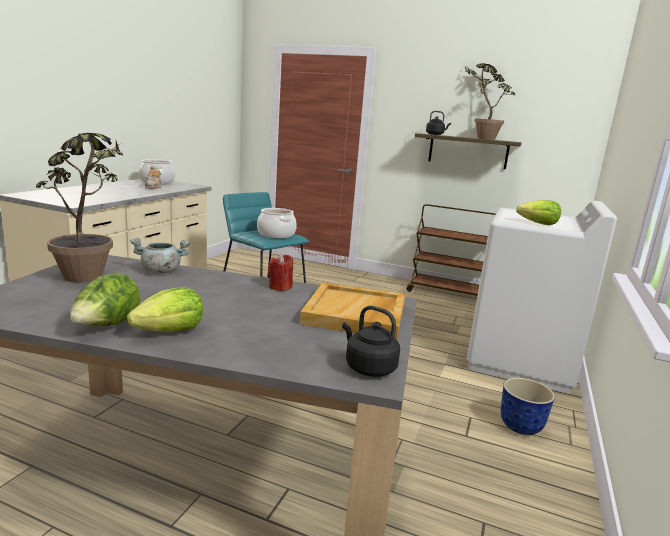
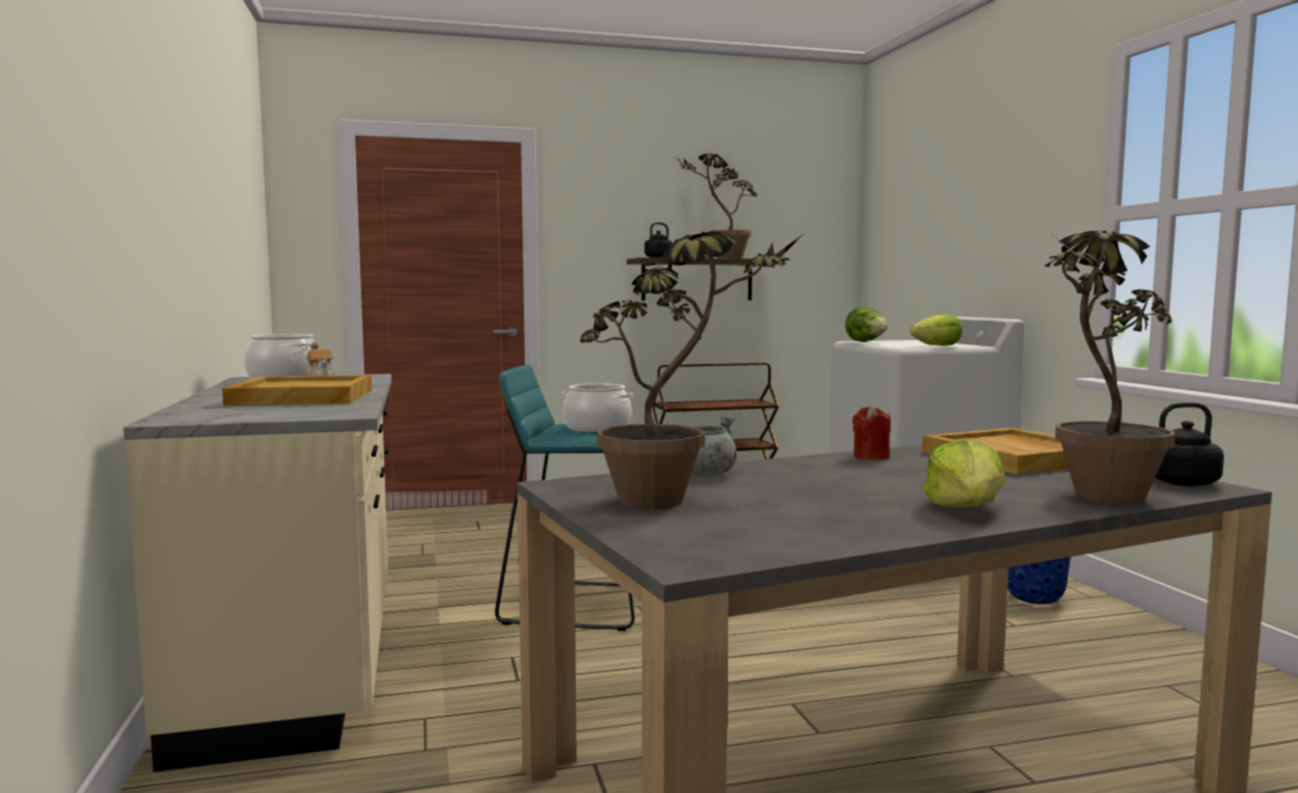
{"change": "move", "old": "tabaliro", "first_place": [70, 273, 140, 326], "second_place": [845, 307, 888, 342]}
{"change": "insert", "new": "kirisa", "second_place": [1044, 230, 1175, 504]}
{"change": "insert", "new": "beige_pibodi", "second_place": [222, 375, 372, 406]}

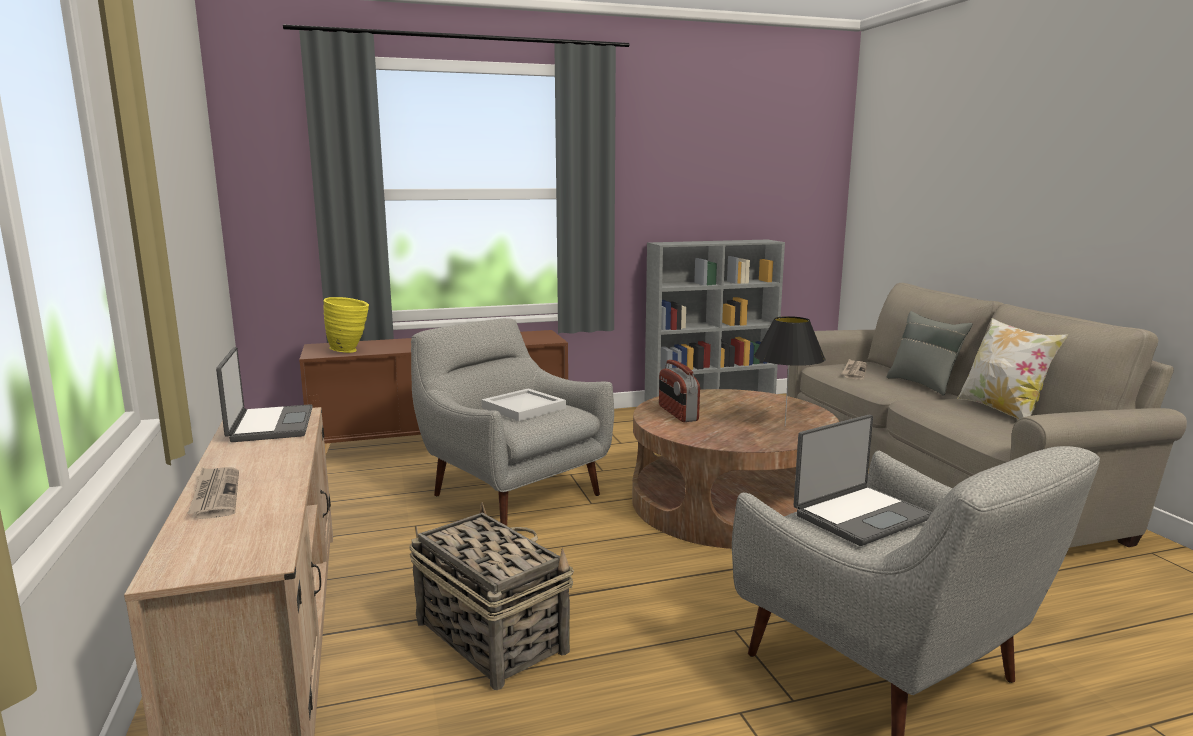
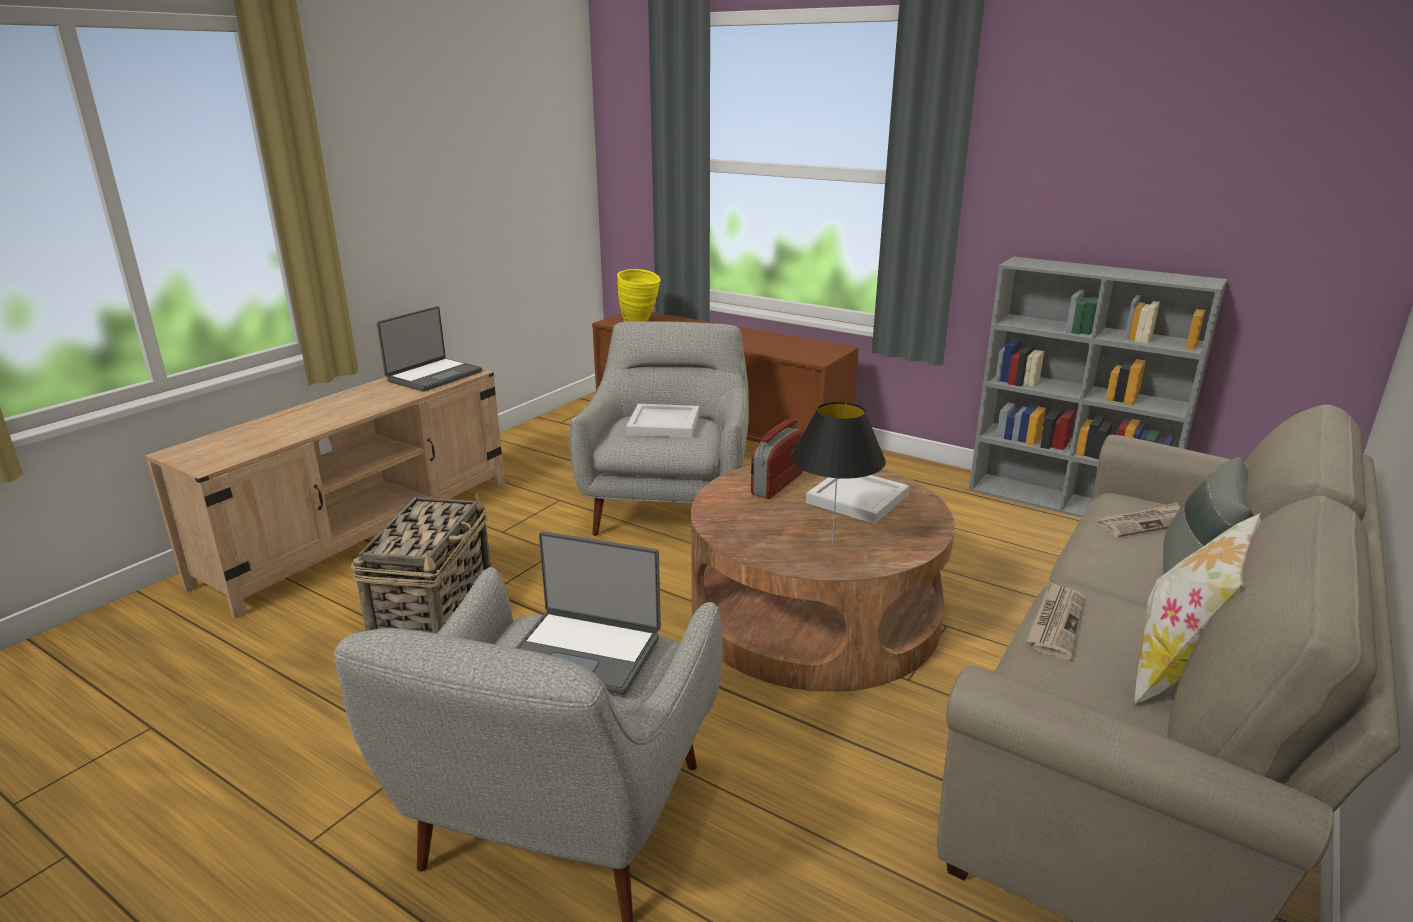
{"change": "move", "old": "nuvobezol", "first_place": [187, 467, 239, 519], "second_place": [1026, 581, 1085, 660]}
{"change": "insert", "new": "white_pibodi", "second_place": [806, 475, 910, 524]}

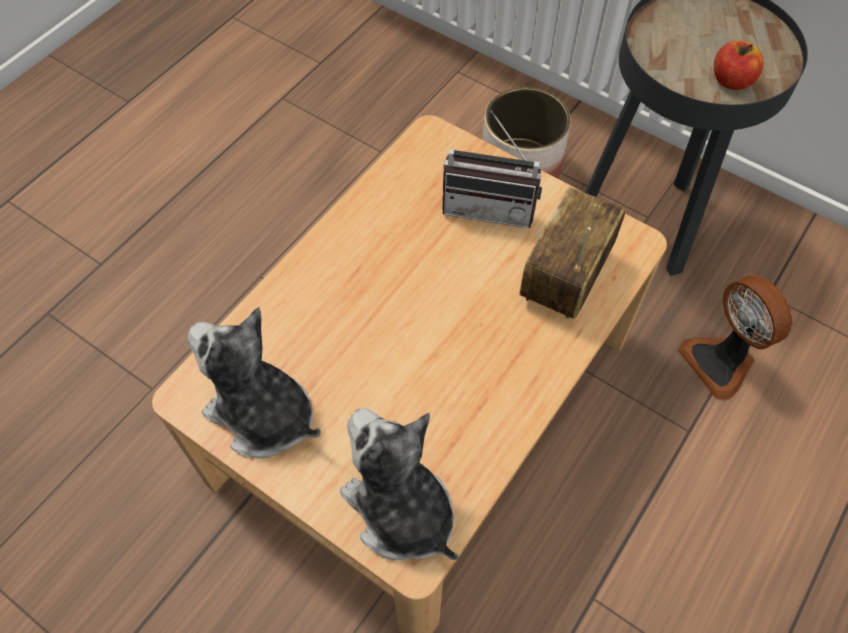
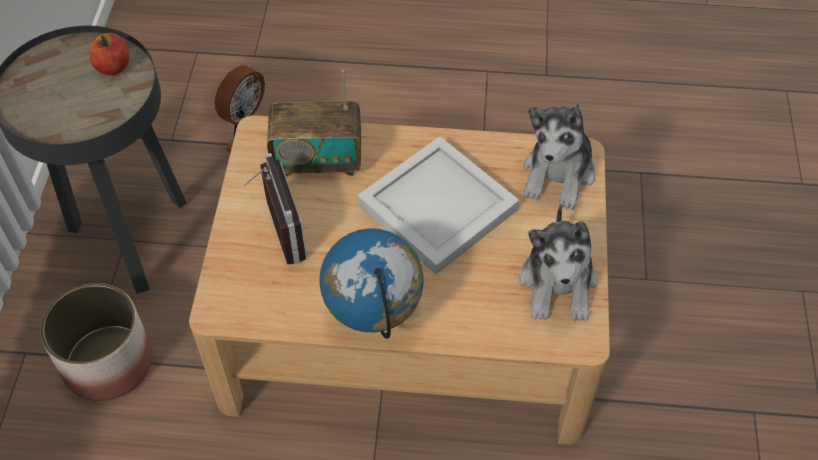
{"change": "insert", "new": "white_pibodi", "second_place": [357, 136, 519, 274]}
{"change": "insert", "new": "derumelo", "second_place": [319, 228, 423, 339]}

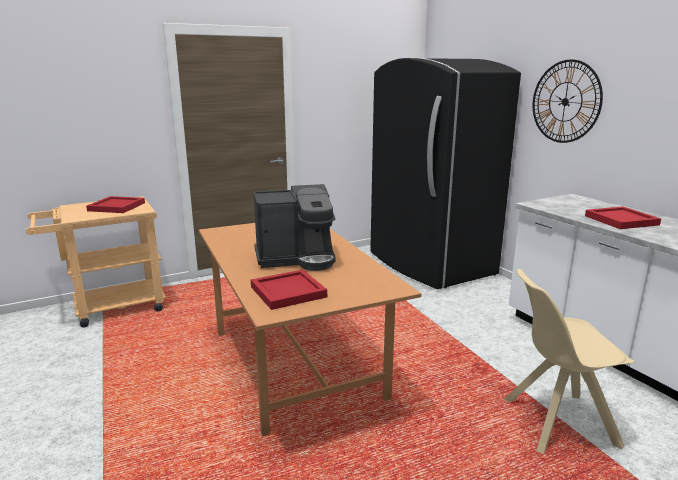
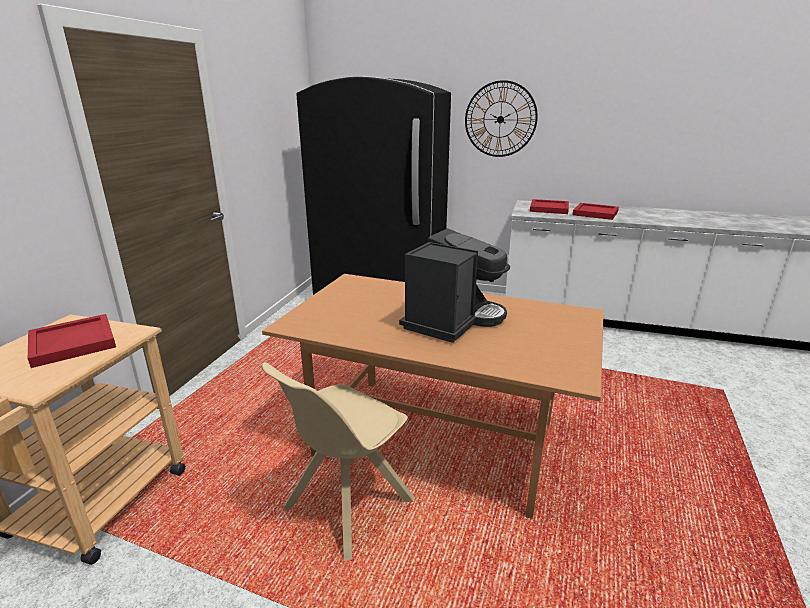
{"change": "move", "old": "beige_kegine", "first_place": [504, 269, 635, 454], "second_place": [262, 362, 414, 561]}
{"change": "move", "old": "red_pibodi", "first_place": [251, 270, 327, 310], "second_place": [530, 199, 569, 214]}

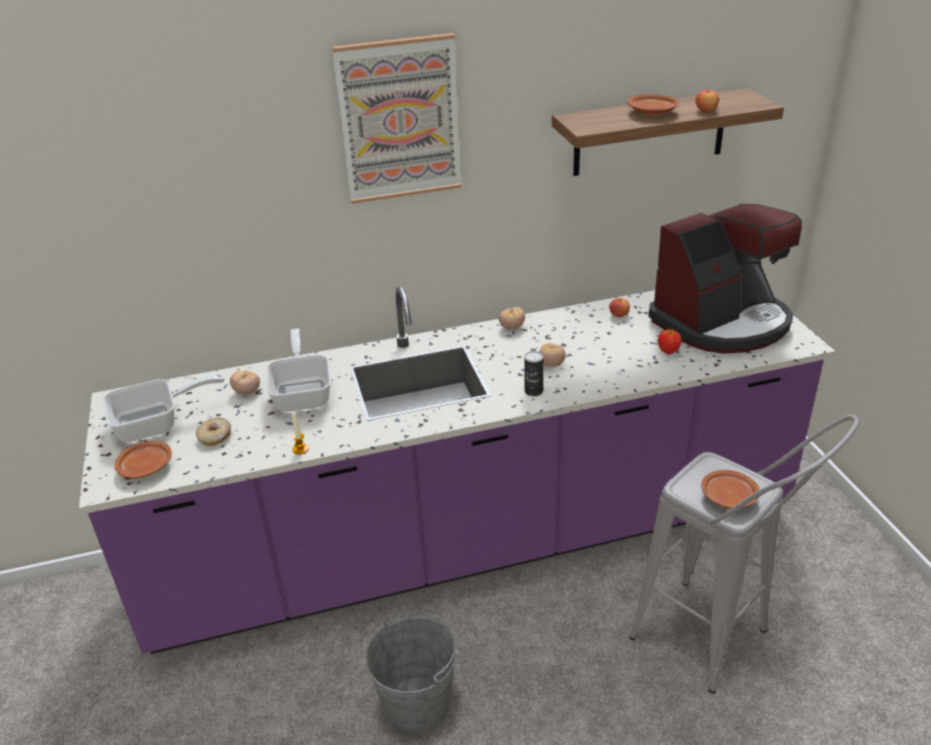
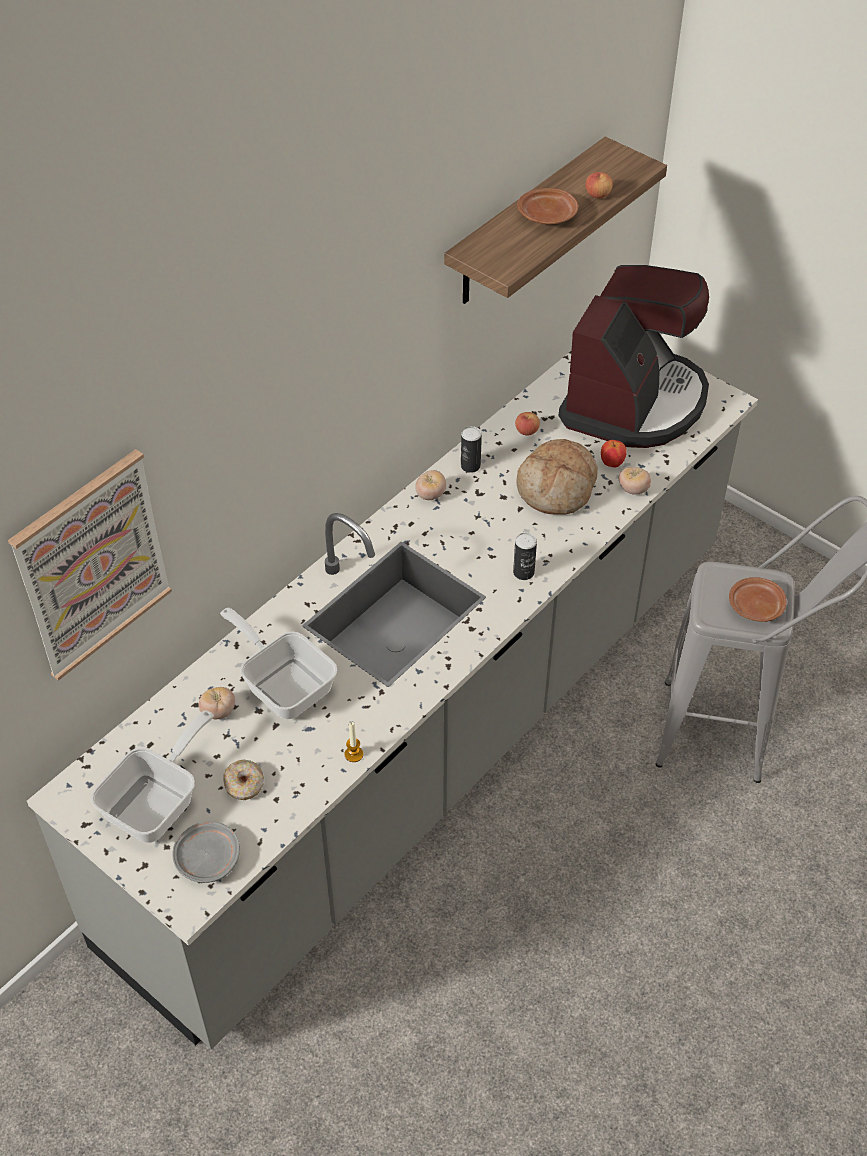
{"change": "move", "old": "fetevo", "first_place": [332, 33, 462, 204], "second_place": [8, 449, 172, 681]}
{"change": "recolor", "old": "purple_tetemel", "new": "grey_tetemel", "first_place": [79, 286, 835, 654], "second_place": [27, 350, 758, 1050]}
{"change": "move", "old": "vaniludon", "first_place": [539, 343, 566, 367], "second_place": [619, 467, 651, 495]}
{"change": "recolor", "old": "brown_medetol", "new": "grey_medetol", "first_place": [115, 441, 172, 479], "second_place": [172, 821, 240, 883]}
{"change": "delete", "old": "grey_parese", "first_place": [365, 616, 457, 734]}
{"change": "insert", "new": "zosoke", "second_place": [461, 426, 482, 473]}
{"change": "insert", "new": "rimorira", "second_place": [516, 439, 598, 514]}

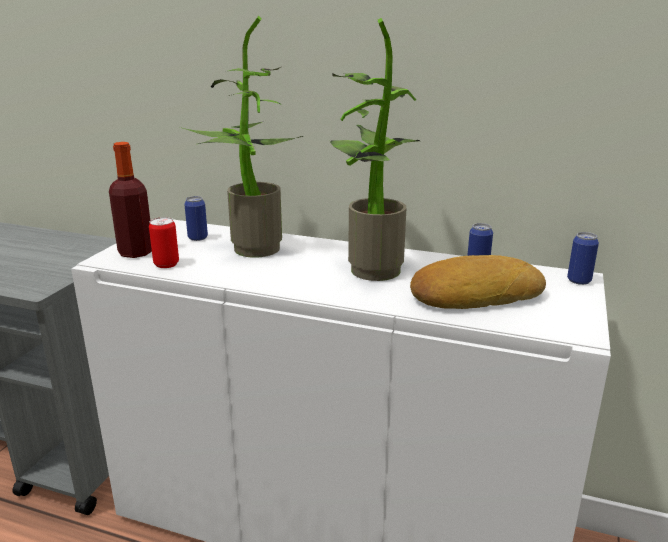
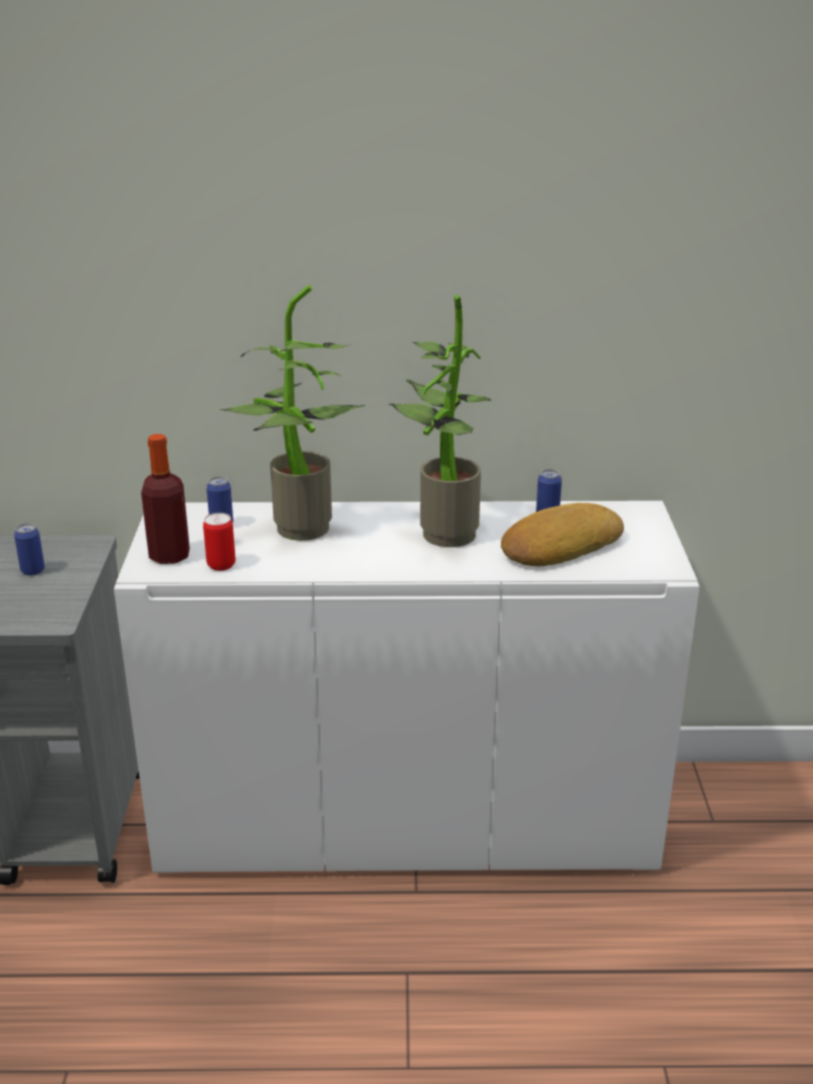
{"change": "move", "old": "zosoke", "first_place": [567, 232, 599, 285], "second_place": [14, 523, 45, 576]}

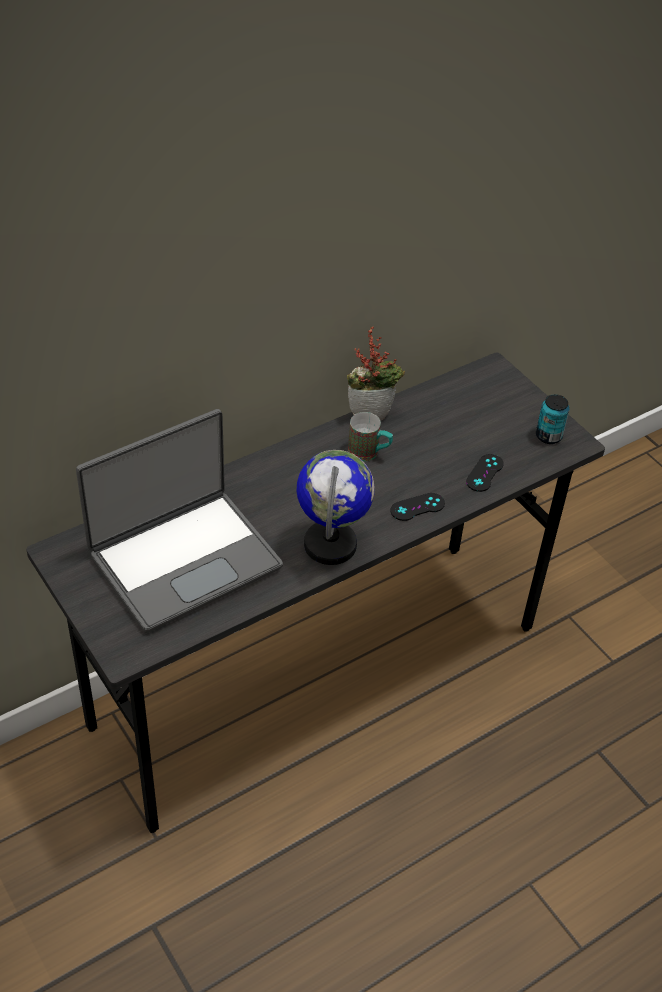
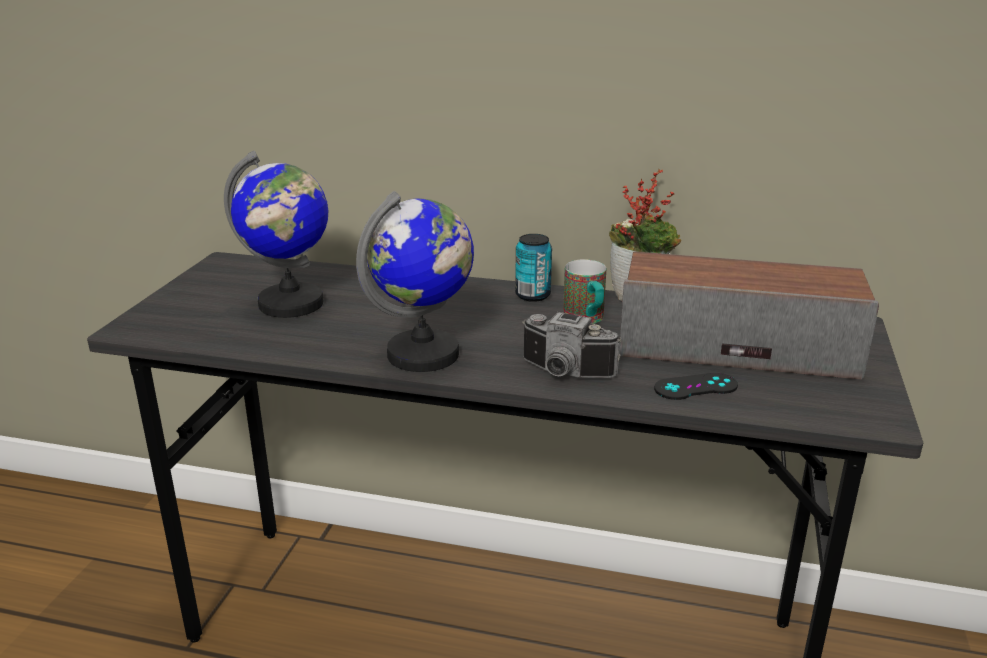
{"change": "move", "old": "zosoke", "first_place": [536, 394, 570, 444], "second_place": [515, 234, 552, 302]}
{"change": "replace", "old": "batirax", "new": "derumelo", "first_place": [76, 409, 283, 633], "second_place": [224, 150, 328, 318]}
{"change": "replace", "old": "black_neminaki", "new": "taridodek", "first_place": [390, 493, 445, 521], "second_place": [522, 312, 622, 378]}
{"change": "insert", "new": "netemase", "second_place": [620, 252, 879, 379]}

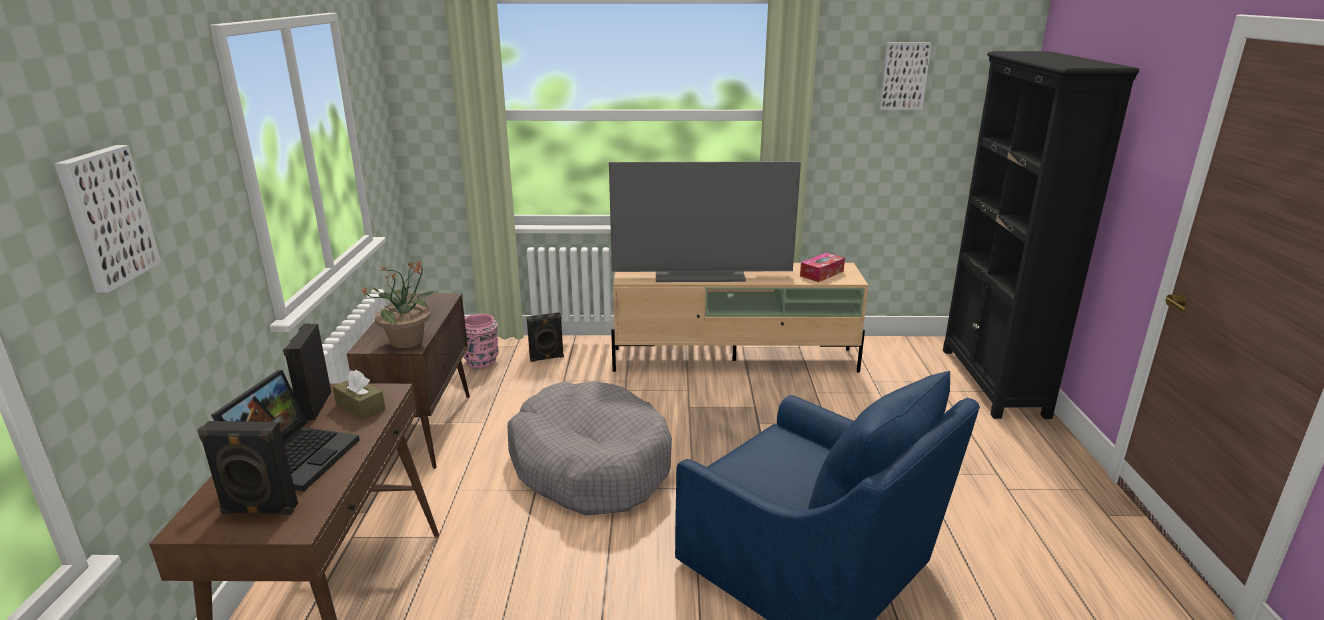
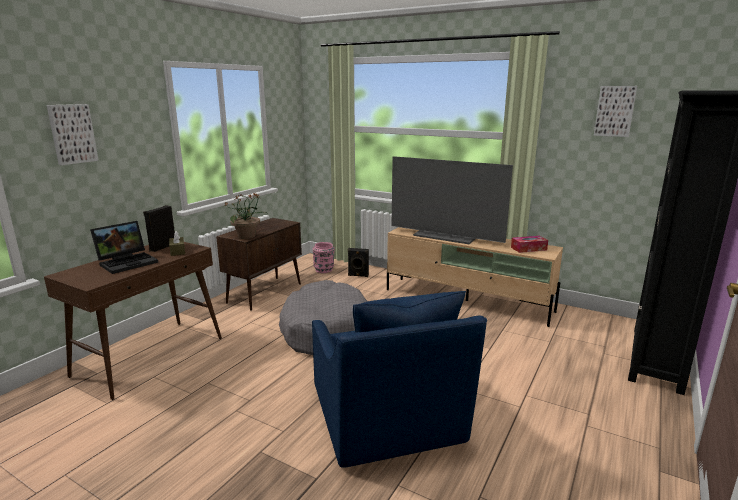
{"change": "delete", "old": "black_netemase", "first_place": [197, 421, 298, 515]}

